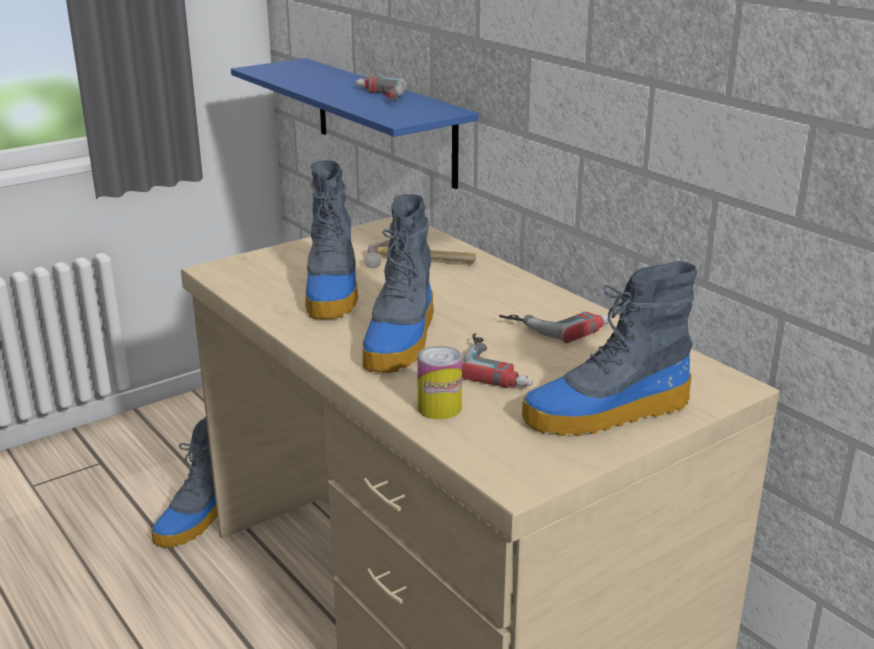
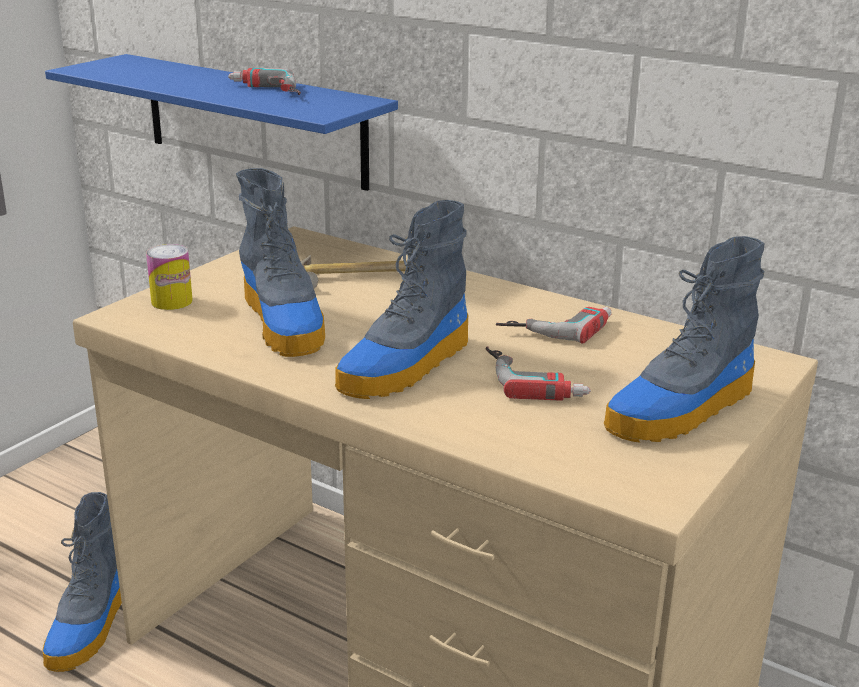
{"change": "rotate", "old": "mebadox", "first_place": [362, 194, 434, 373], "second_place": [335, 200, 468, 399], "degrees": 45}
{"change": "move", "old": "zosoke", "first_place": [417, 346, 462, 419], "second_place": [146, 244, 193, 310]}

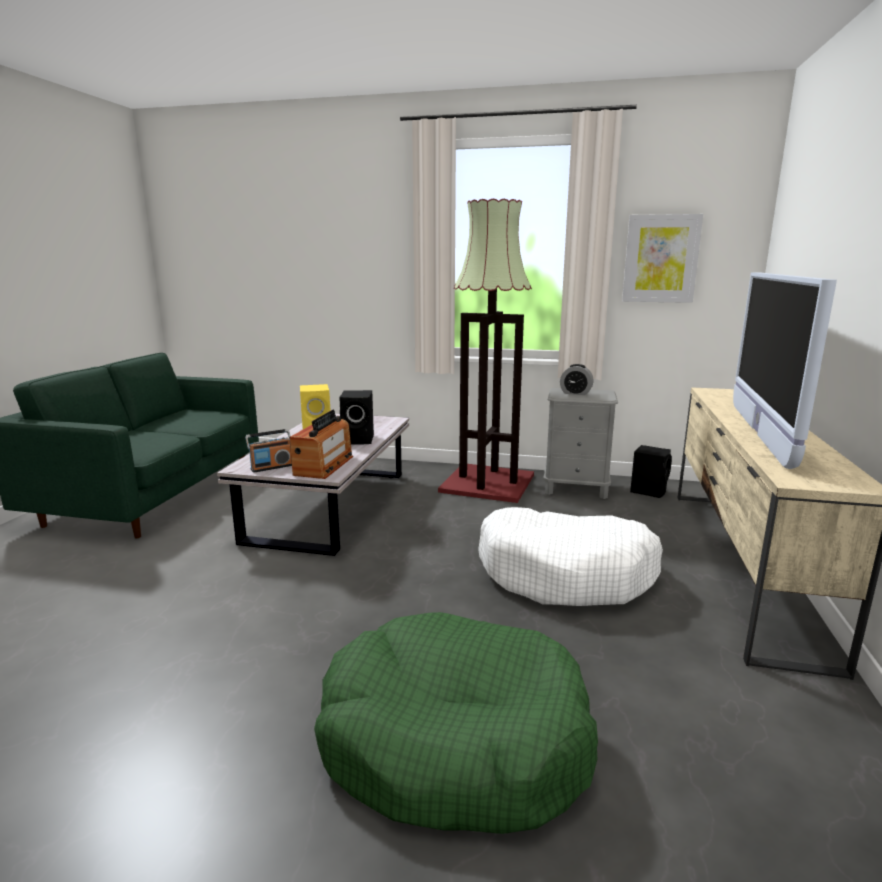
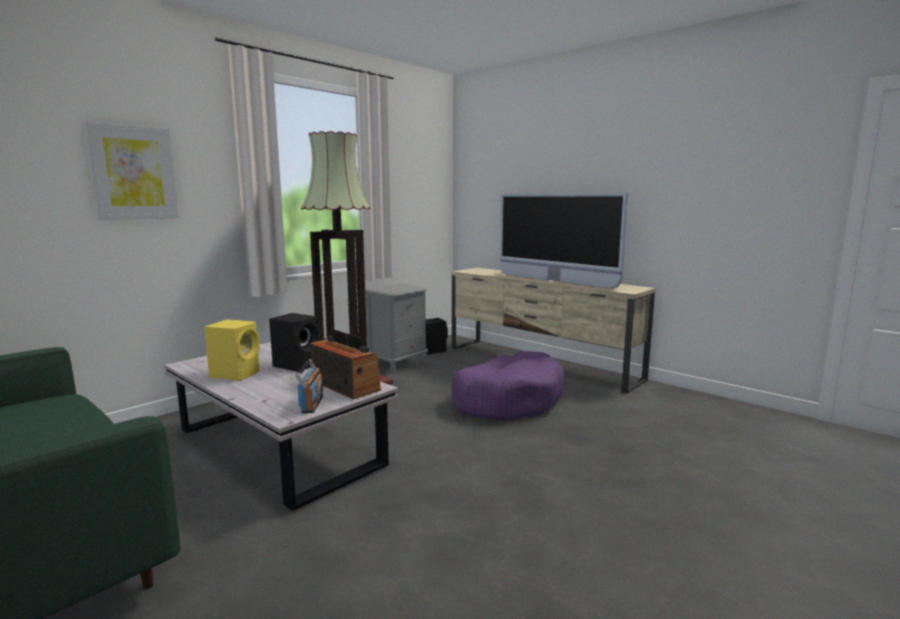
{"change": "move", "old": "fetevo", "first_place": [622, 214, 703, 303], "second_place": [84, 122, 179, 220]}
{"change": "delete", "old": "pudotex", "first_place": [560, 364, 594, 395]}
{"change": "recolor", "old": "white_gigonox", "new": "purple_gigonox", "first_place": [478, 507, 663, 606], "second_place": [451, 351, 565, 420]}
{"change": "delete", "old": "green_gigonox", "first_place": [314, 612, 598, 834]}

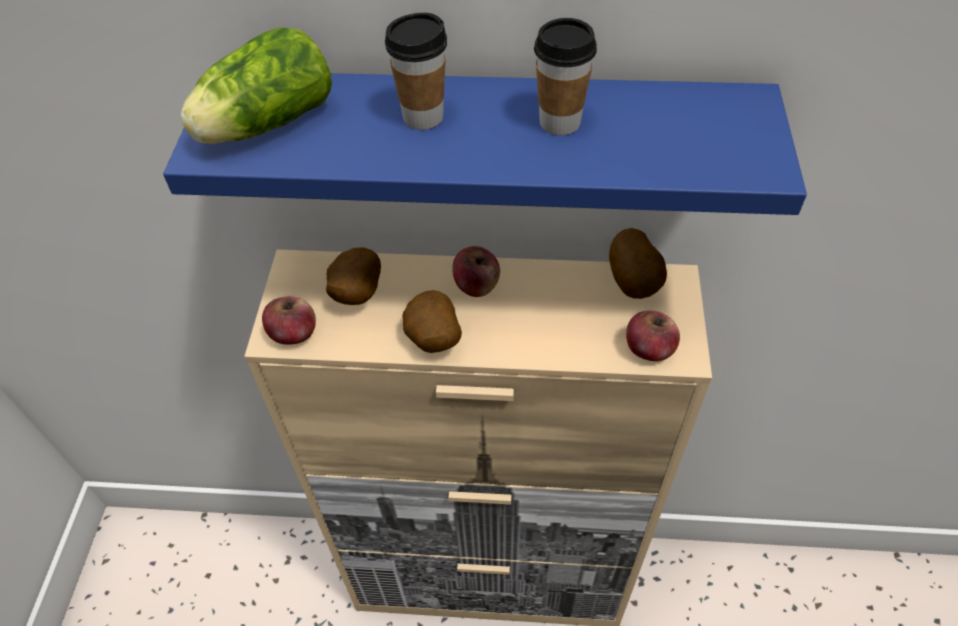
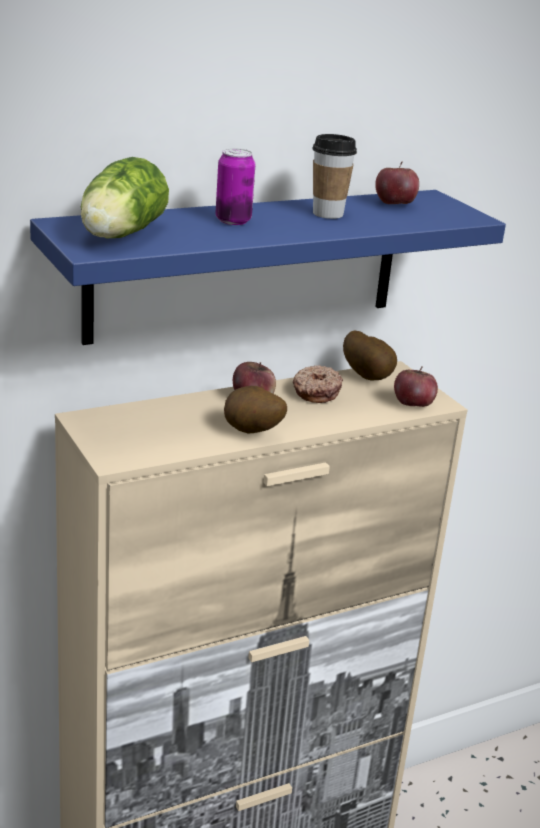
{"change": "replace", "old": "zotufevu", "new": "zosoke", "first_place": [385, 13, 447, 130], "second_place": [215, 148, 256, 225]}
{"change": "delete", "old": "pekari", "first_place": [326, 247, 381, 305]}
{"change": "move", "old": "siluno", "first_place": [262, 296, 316, 345], "second_place": [375, 162, 419, 204]}
{"change": "insert", "new": "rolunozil", "second_place": [293, 365, 343, 403]}

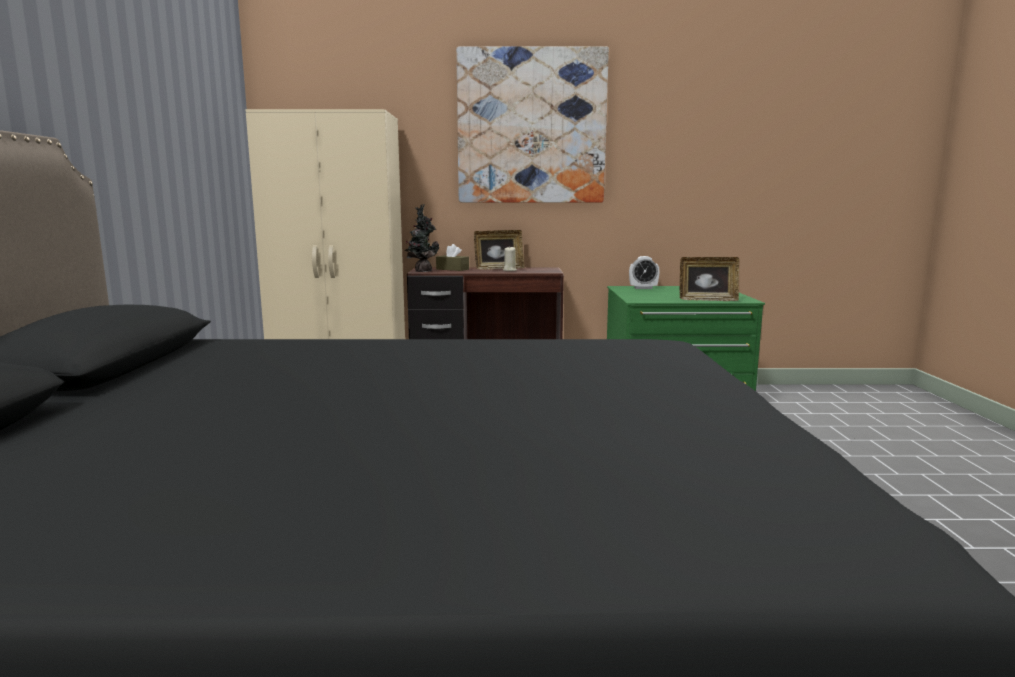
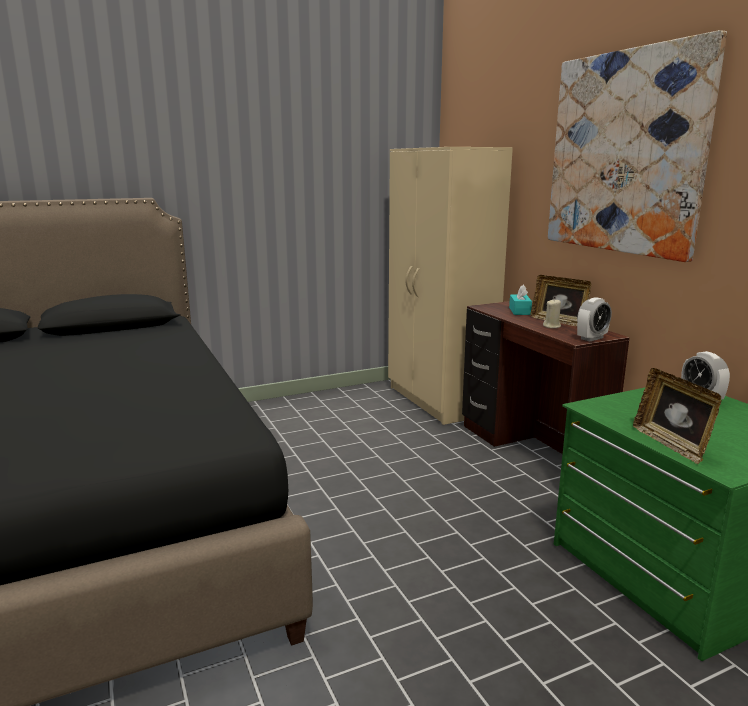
{"change": "delete", "old": "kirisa", "first_place": [404, 204, 439, 272]}
{"change": "recolor", "old": "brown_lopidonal", "new": "turquoise_lopidonal", "first_place": [436, 244, 469, 271], "second_place": [509, 285, 532, 315]}
{"change": "insert", "new": "pudotex", "second_place": [577, 297, 612, 341]}

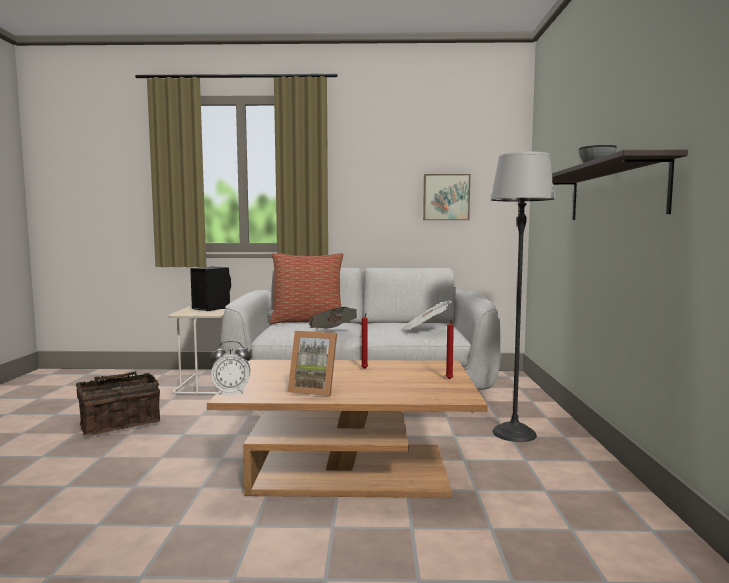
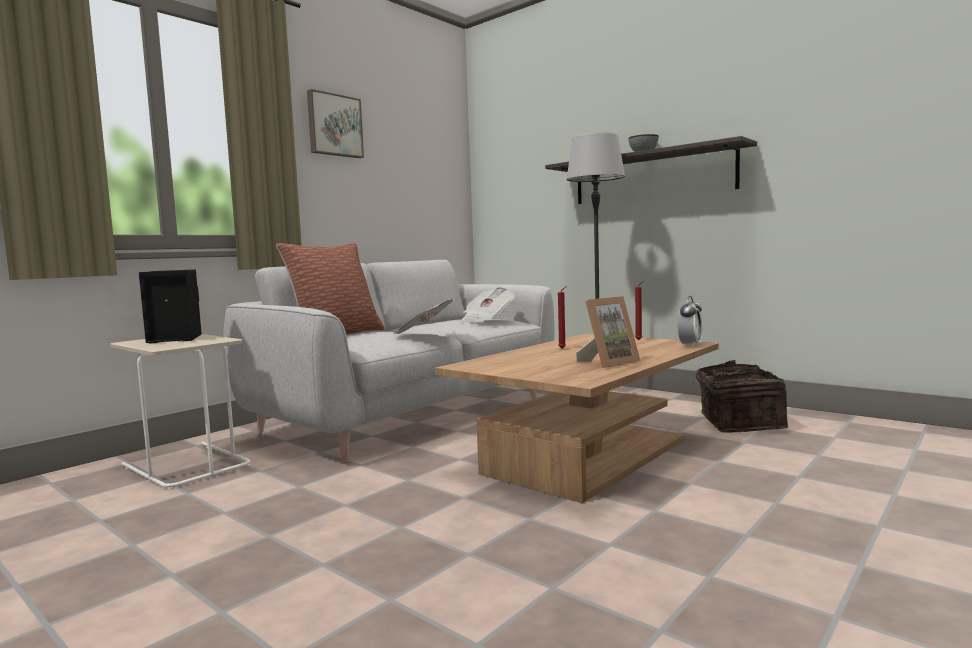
{"change": "move", "old": "fetevo", "first_place": [423, 174, 470, 220], "second_place": [307, 89, 364, 158]}
{"change": "move", "old": "pudotex", "first_place": [210, 341, 251, 395], "second_place": [677, 296, 702, 347]}
{"change": "move", "old": "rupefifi", "first_place": [76, 371, 160, 435], "second_place": [692, 360, 788, 433]}

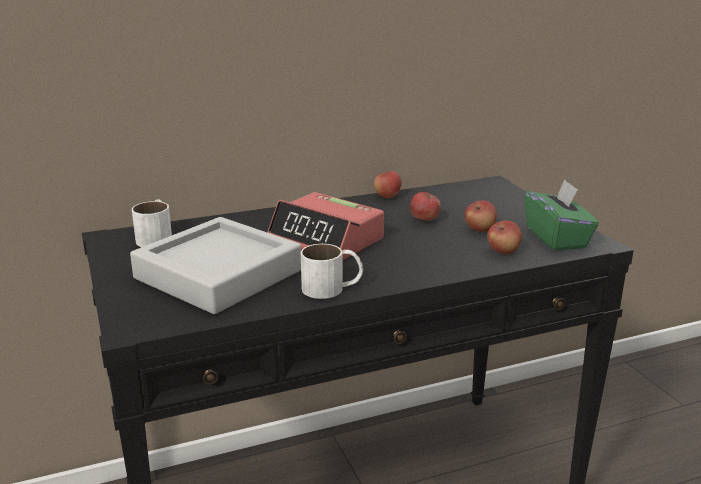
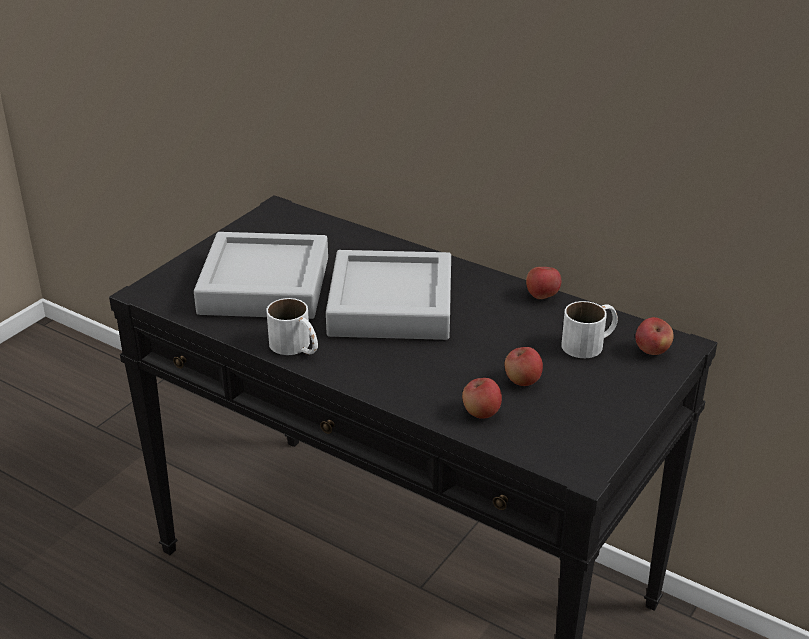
{"change": "delete", "old": "green_lopidonal", "first_place": [524, 179, 599, 251]}
{"change": "replace", "old": "pudotex", "new": "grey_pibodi", "first_place": [267, 192, 384, 261], "second_place": [326, 250, 451, 340]}
{"change": "move", "old": "siluno", "first_place": [410, 192, 440, 221], "second_place": [635, 317, 674, 355]}
{"change": "move", "old": "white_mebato", "first_place": [132, 199, 172, 247], "second_place": [562, 301, 618, 358]}

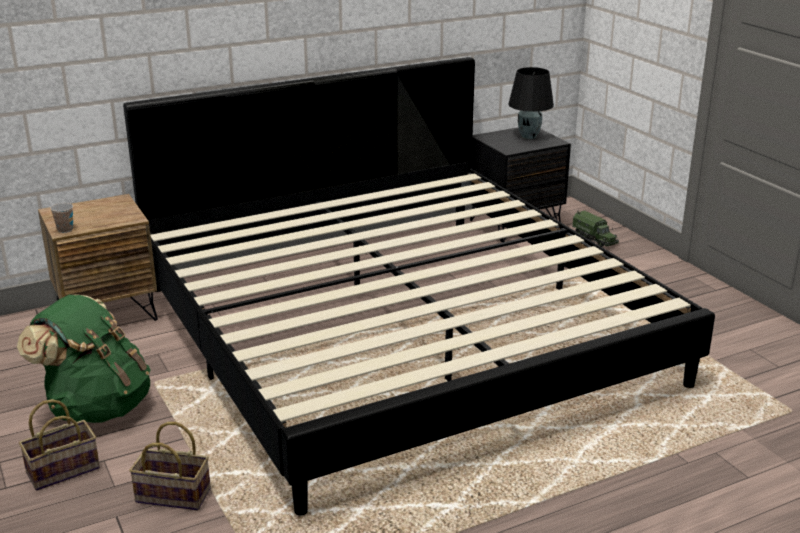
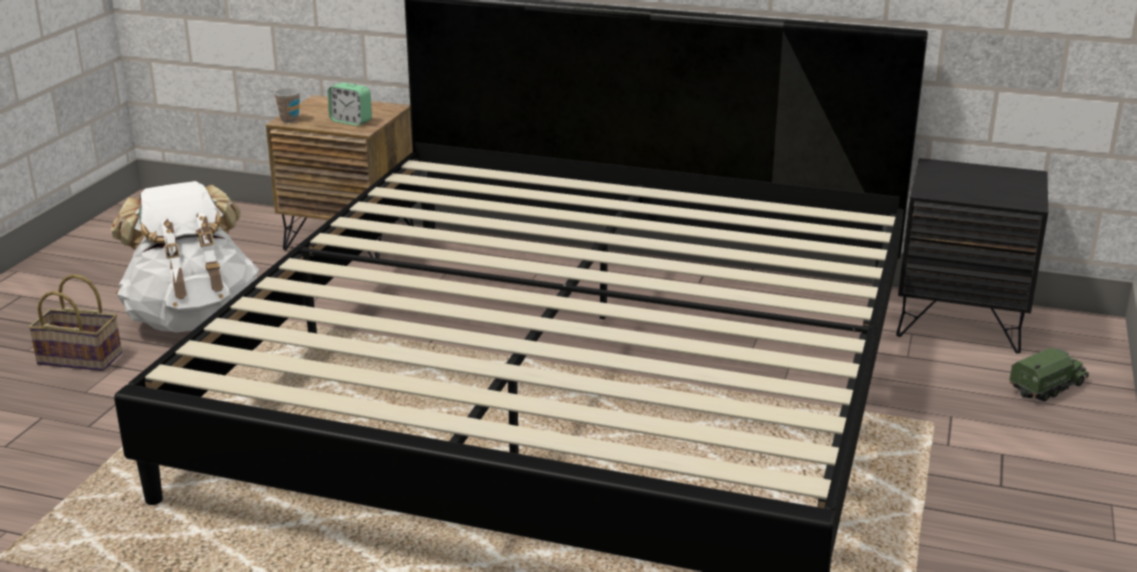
{"change": "delete", "old": "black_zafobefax", "first_place": [508, 67, 554, 139]}
{"change": "rotate", "old": "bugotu", "first_place": [572, 210, 619, 247], "second_place": [1009, 347, 1089, 402], "degrees": -135}
{"change": "recolor", "old": "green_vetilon", "new": "white_vetilon", "first_place": [17, 294, 150, 423], "second_place": [111, 181, 259, 333]}
{"change": "delete", "old": "rupefifi", "first_place": [129, 422, 211, 510]}
{"change": "insert", "new": "pudotex", "second_place": [328, 82, 372, 126]}

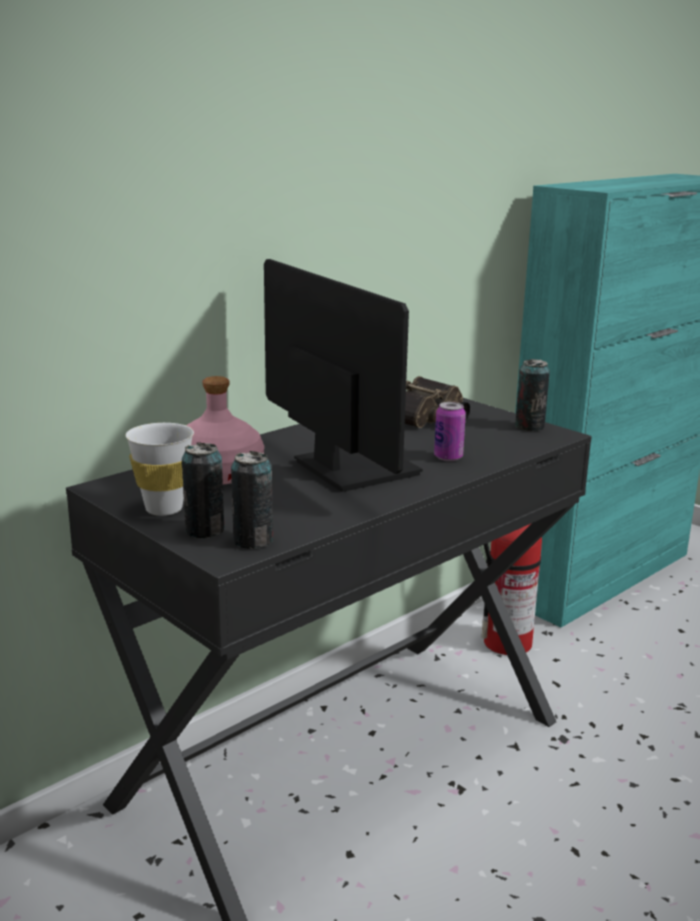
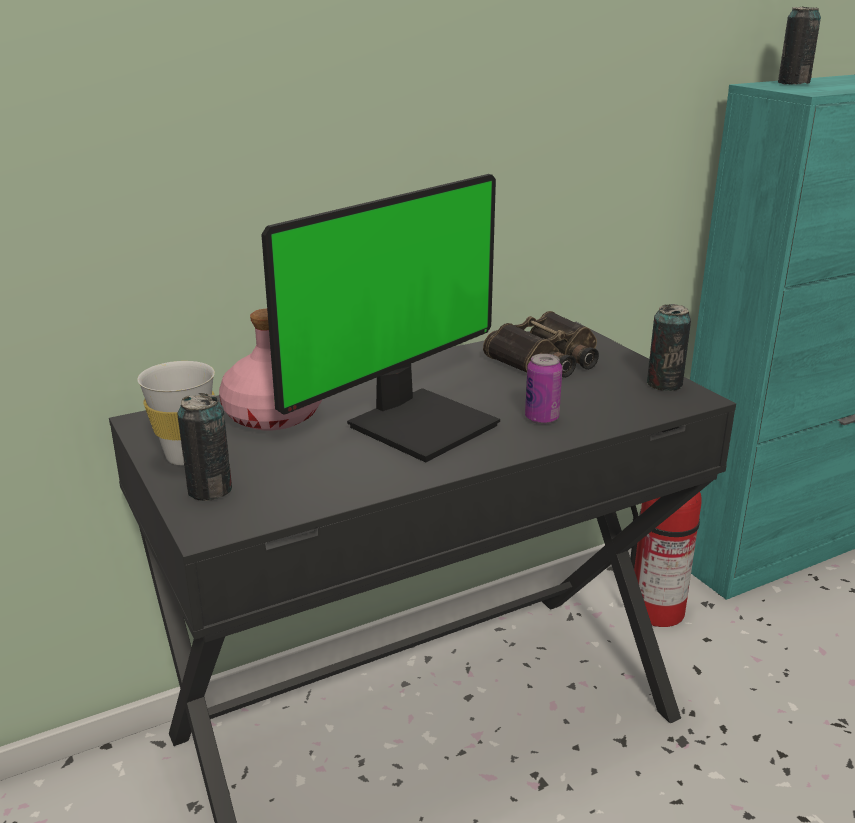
{"change": "rotate", "old": "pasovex", "first_place": [264, 259, 423, 492], "second_place": [261, 174, 500, 463], "degrees": 60}
{"change": "move", "old": "zosoke", "first_place": [231, 451, 273, 549], "second_place": [778, 7, 821, 85]}

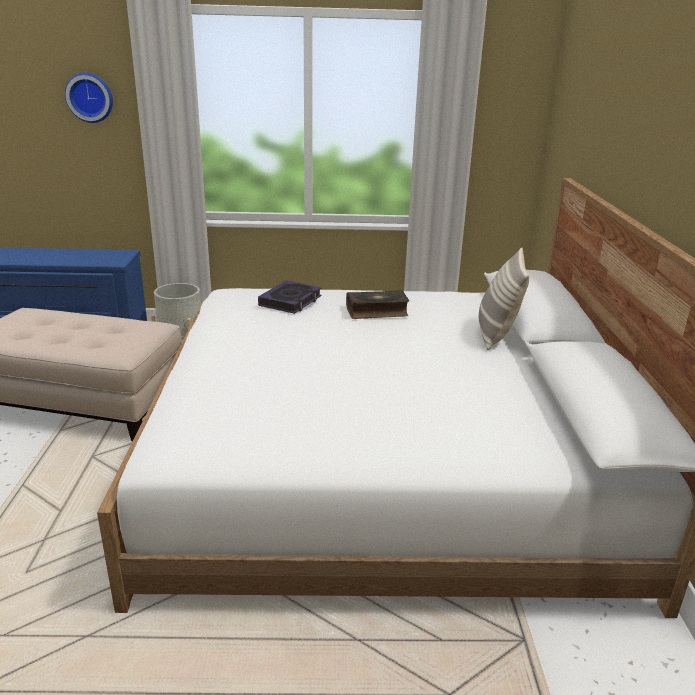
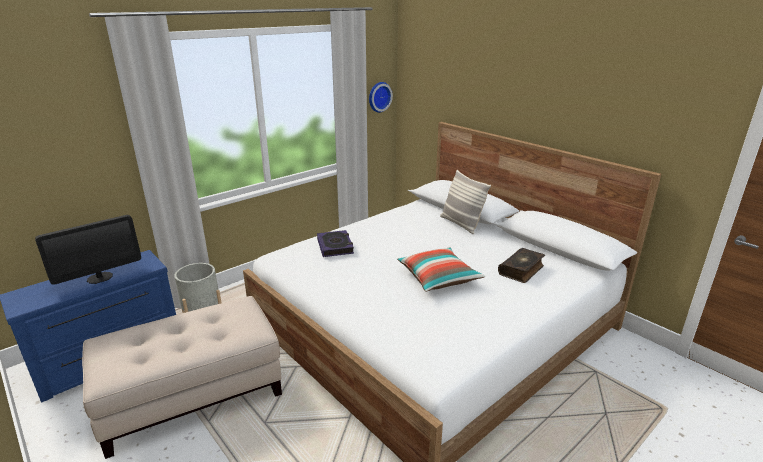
{"change": "move", "old": "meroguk", "first_place": [65, 73, 113, 123], "second_place": [369, 82, 393, 113]}
{"change": "move", "old": "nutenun", "first_place": [346, 290, 409, 319], "second_place": [498, 248, 545, 283]}
{"change": "insert", "new": "pasovex", "second_place": [35, 215, 141, 285]}
{"change": "insert", "new": "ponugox", "second_place": [397, 247, 485, 292]}

